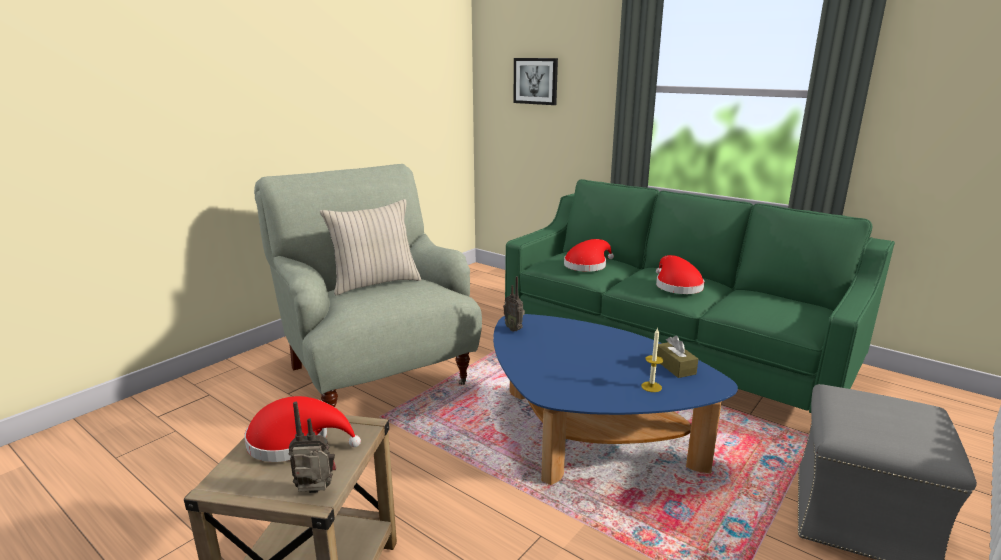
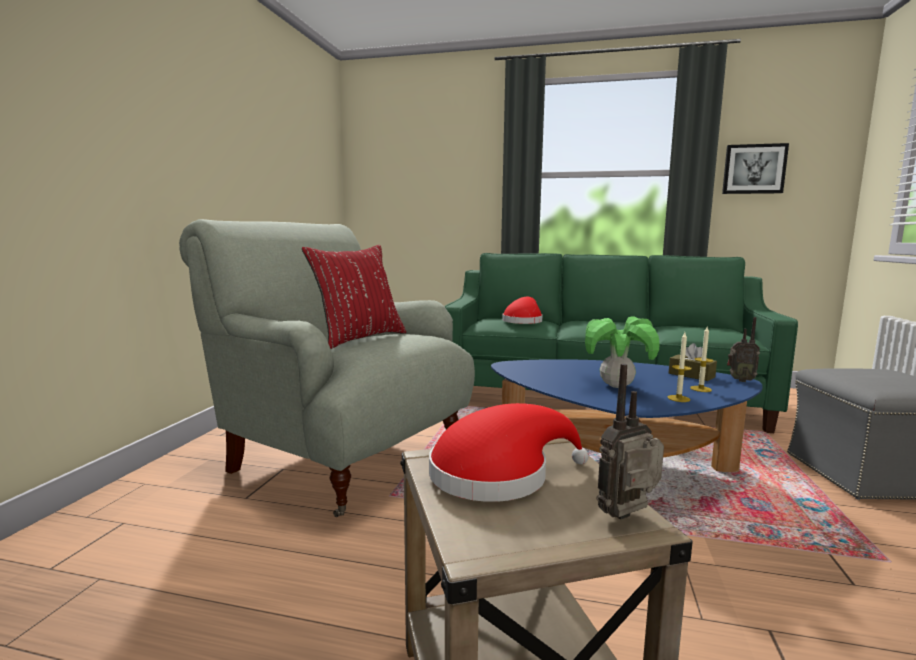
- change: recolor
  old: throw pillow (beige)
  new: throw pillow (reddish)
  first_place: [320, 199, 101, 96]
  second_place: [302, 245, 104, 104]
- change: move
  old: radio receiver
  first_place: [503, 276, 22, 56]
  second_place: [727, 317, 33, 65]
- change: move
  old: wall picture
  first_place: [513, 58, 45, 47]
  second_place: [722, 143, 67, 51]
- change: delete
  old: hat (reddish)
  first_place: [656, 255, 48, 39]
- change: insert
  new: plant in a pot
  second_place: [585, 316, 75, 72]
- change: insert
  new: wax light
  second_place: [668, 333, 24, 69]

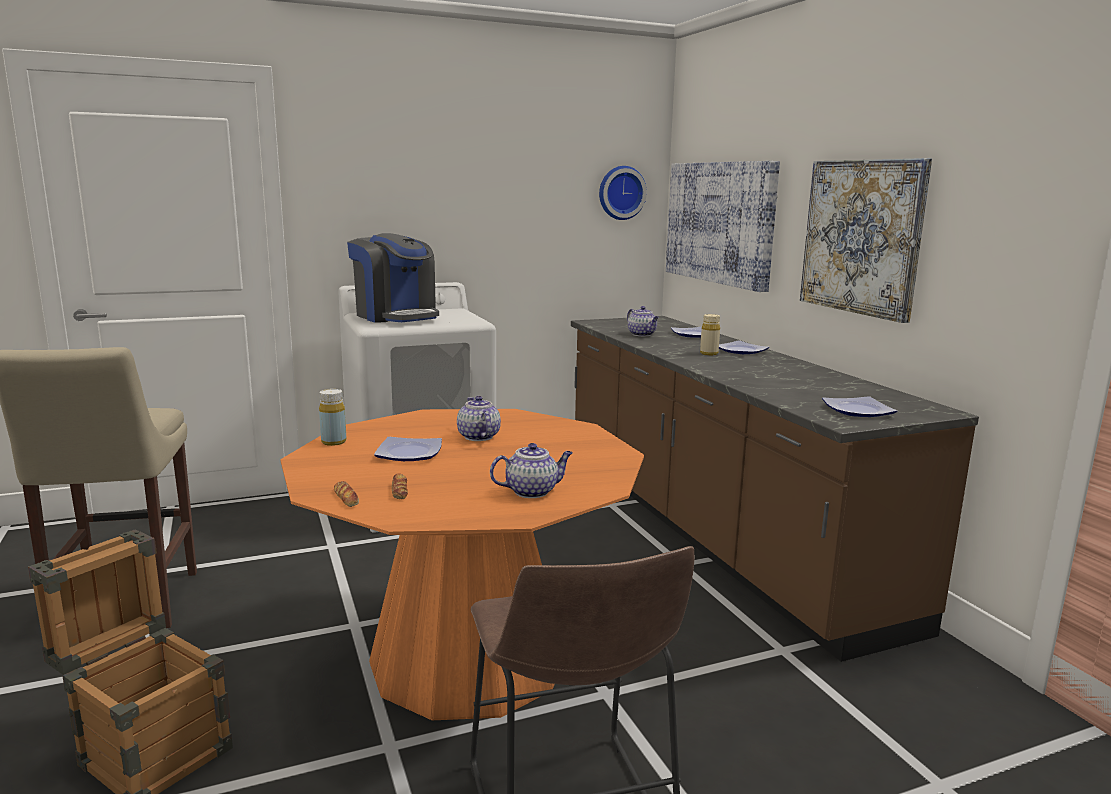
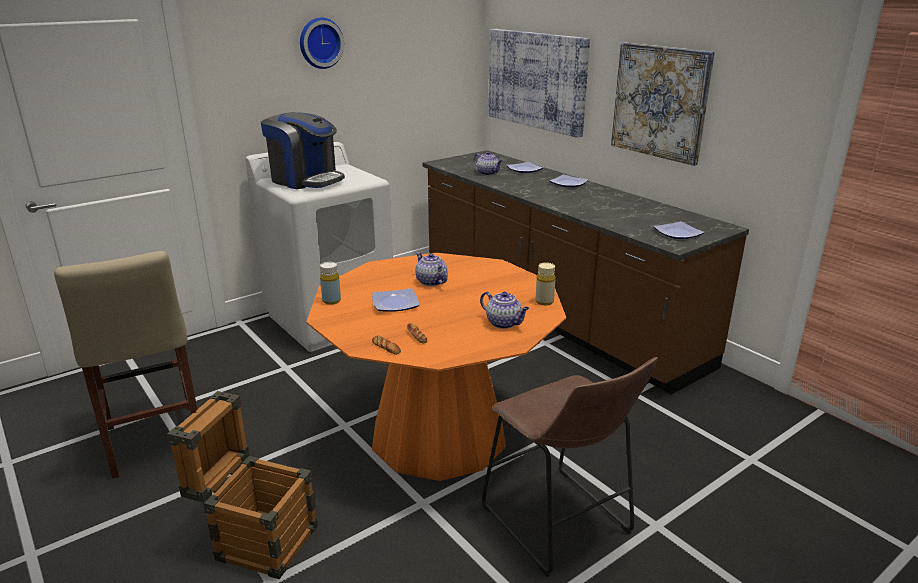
- change: rotate
  old: teapot
  first_place: [490, 443, 83, 55]
  second_place: [480, 292, 49, 37]
  degrees: 75
- change: move
  old: wall clock
  first_place: [599, 166, 48, 54]
  second_place: [300, 18, 44, 51]
- change: move
  old: drink bottle (beige)
  first_place: [700, 314, 20, 41]
  second_place: [535, 263, 20, 42]

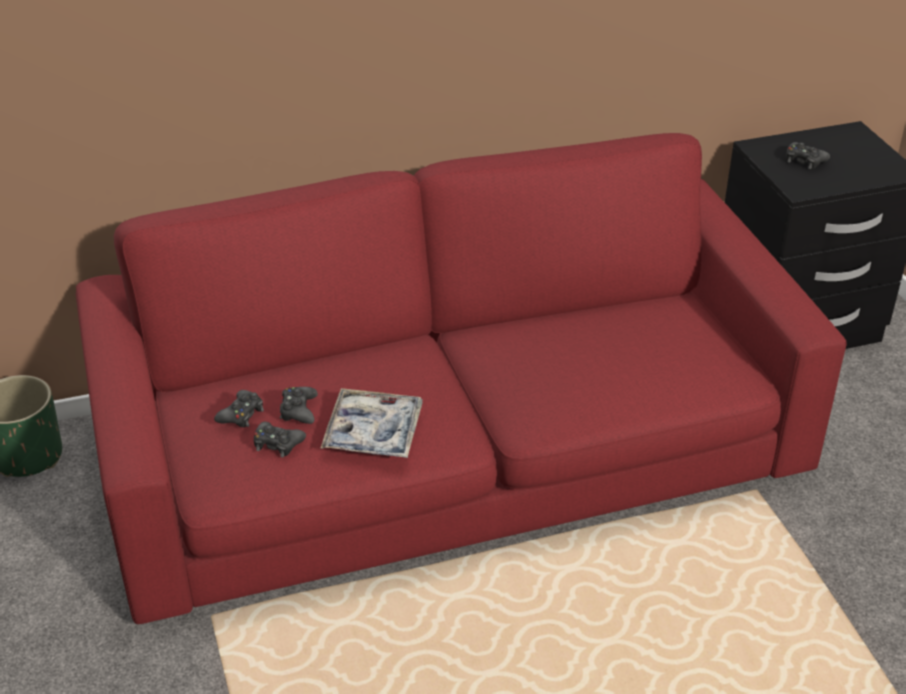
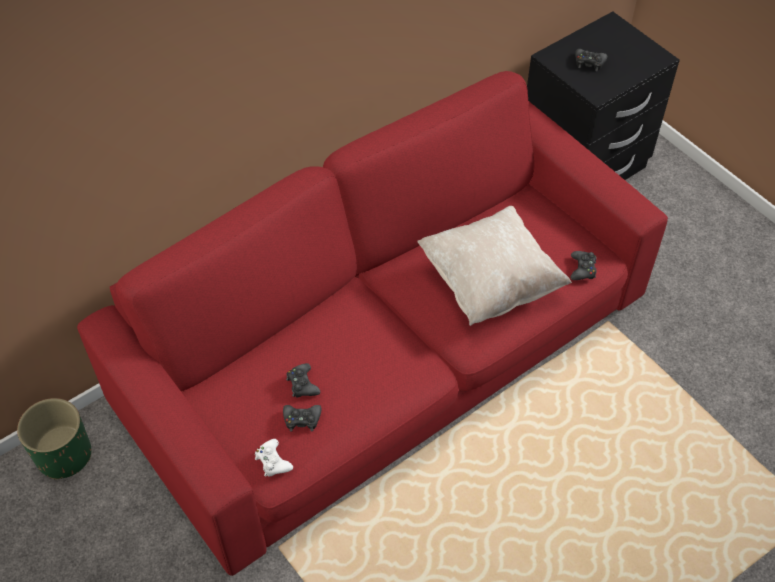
- change: move
  old: game controller (blackish)
  first_place: [214, 390, 50, 37]
  second_place: [571, 251, 25, 29]
- change: delete
  old: tray
  first_place: [321, 388, 102, 70]
- change: insert
  new: game controller (white)
  second_place: [255, 439, 38, 38]
- change: insert
  new: throw pillow (beige)
  second_place: [417, 206, 155, 120]

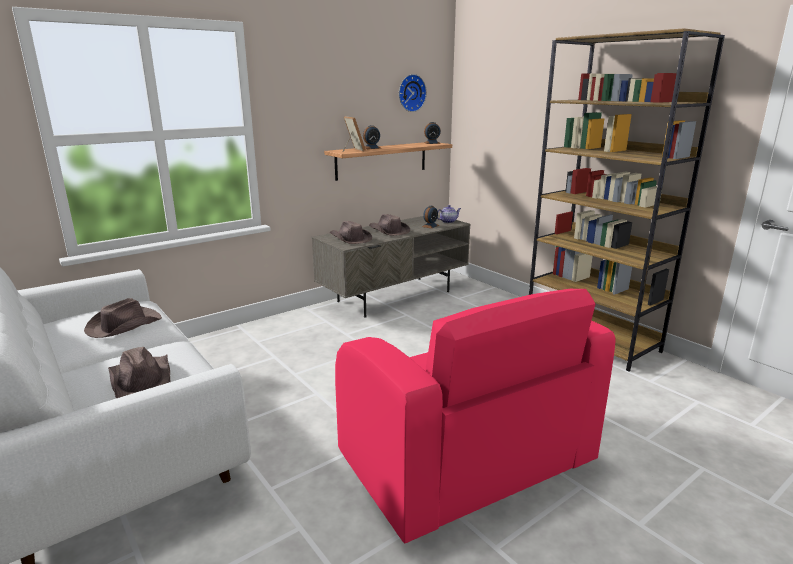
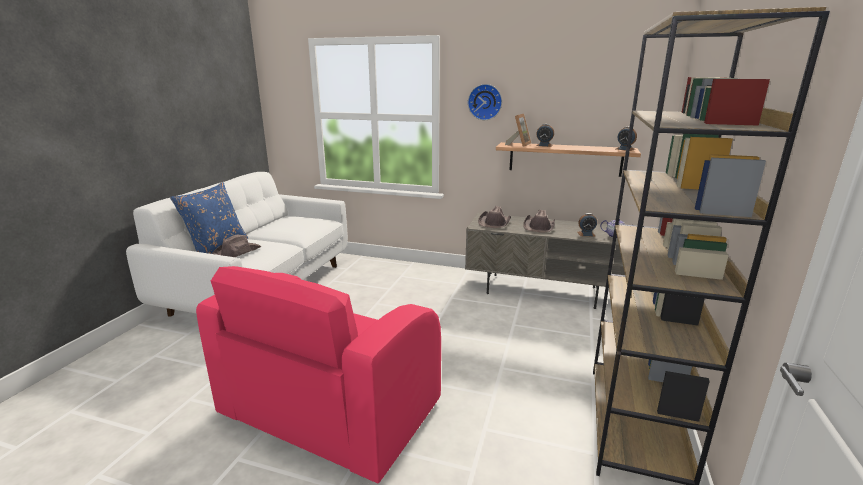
- change: delete
  old: hat (brown)
  first_place: [84, 298, 78, 40]
- change: move
  old: wall clock
  first_place: [399, 74, 28, 38]
  second_place: [468, 84, 34, 36]
- change: insert
  new: throw pillow (blue-coloured)
  second_place: [170, 182, 78, 72]

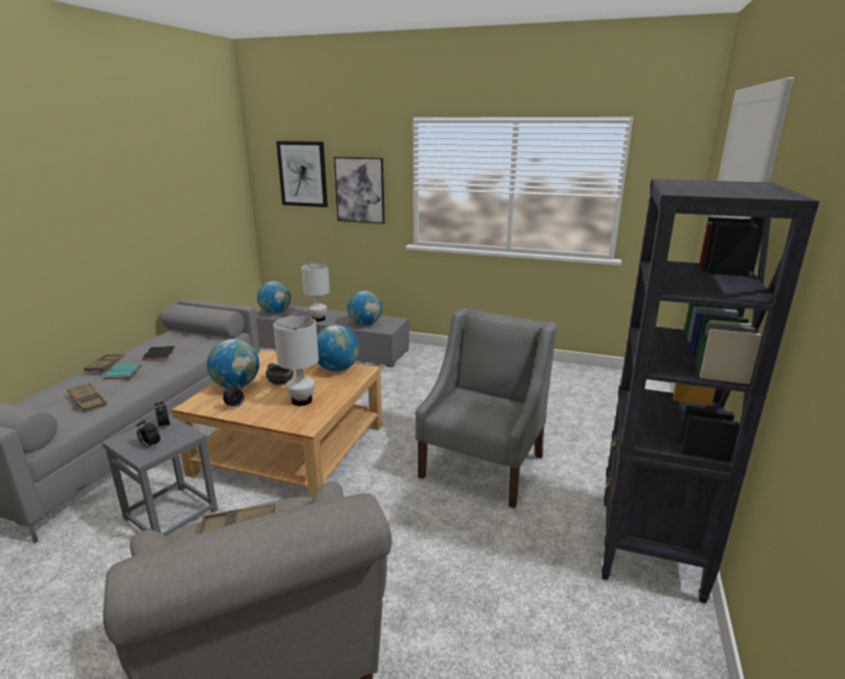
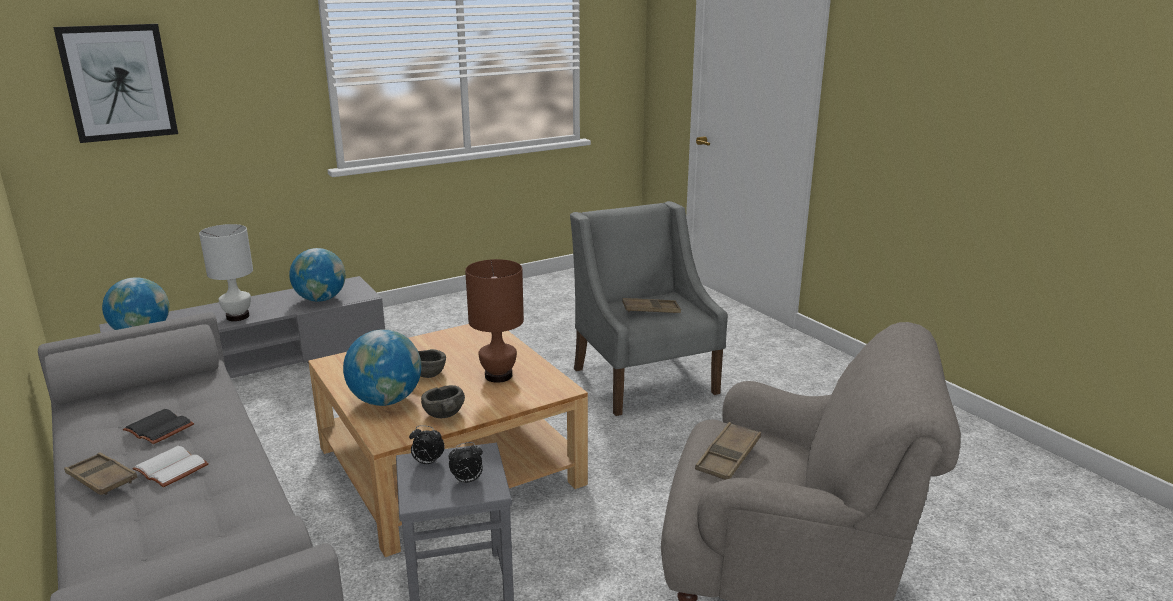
- change: move
  old: tray (brown)
  first_place: [67, 383, 40, 29]
  second_place: [622, 298, 59, 15]
- change: recolor
  old: book (blue-green)
  new: book (white)
  first_place: [103, 364, 40, 15]
  second_place: [132, 446, 77, 41]
- change: replace
  old: alarm clock
  new: deep dish (grey)
  first_place: [223, 383, 21, 26]
  second_place: [421, 385, 44, 33]
- change: recolor
  old: lamp for a table (white)
  new: lamp for a table (brown)
  first_place: [273, 316, 46, 90]
  second_place: [465, 259, 59, 124]
- change: delete
  old: world globe
  first_place: [317, 325, 43, 47]
- change: delete
  old: wall picture
  first_place: [334, 157, 51, 67]
- change: delete
  old: bookcase (blackish)
  first_place: [602, 179, 217, 425]

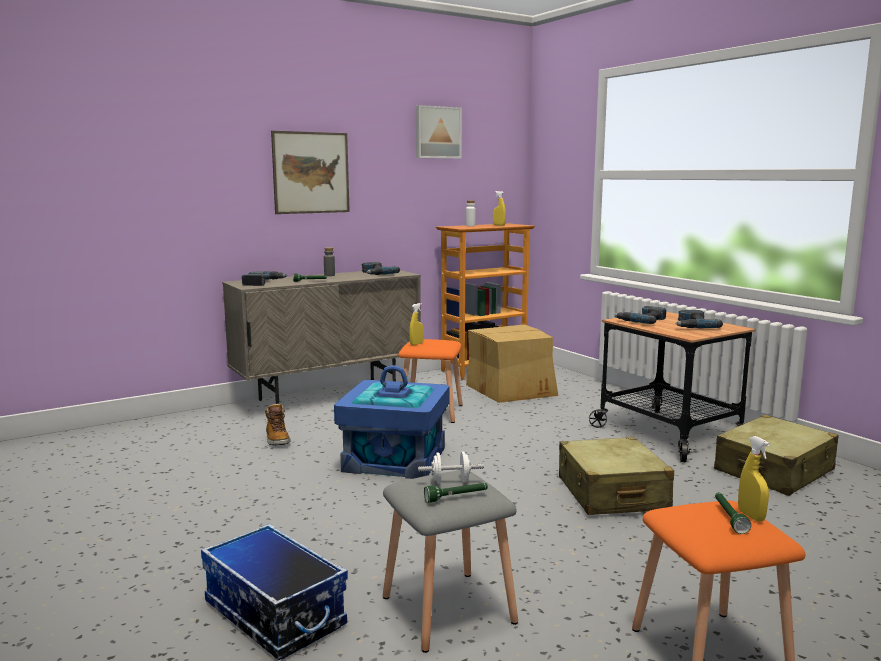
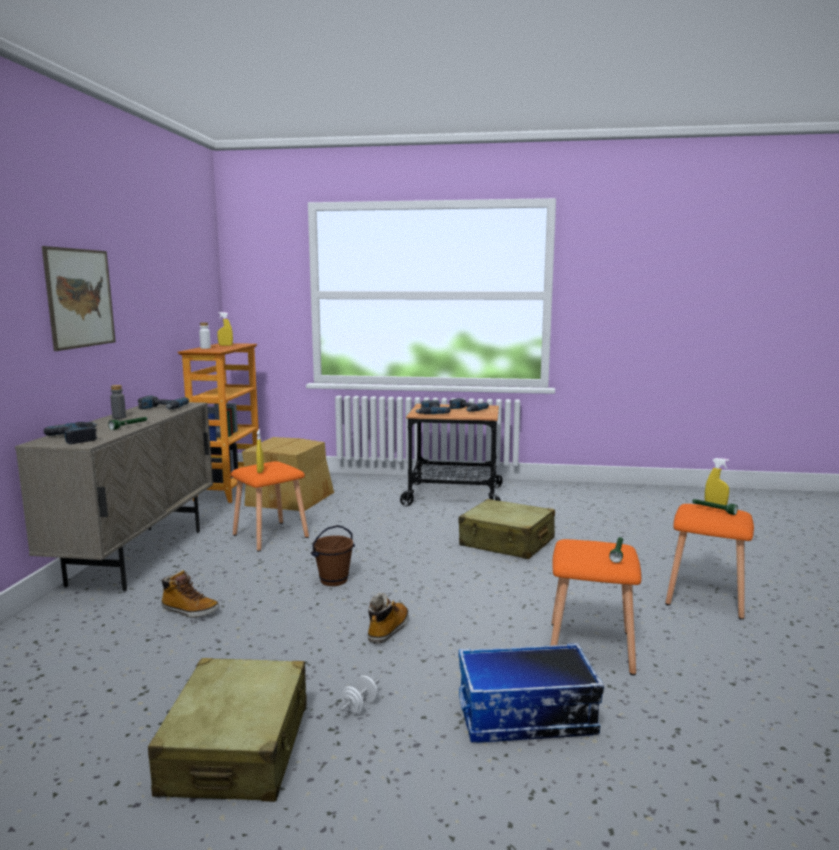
- change: replace
  old: storage container (blue-coloured)
  new: water bucket (brown)
  first_place: [334, 365, 116, 114]
  second_place: [311, 525, 44, 61]
- change: recolor
  old: stool seat (grey)
  new: stool seat (orange-coloured)
  first_place: [383, 470, 135, 183]
  second_place: [550, 539, 91, 136]
- change: delete
  old: wall picture
  first_place: [416, 105, 46, 54]
- change: move
  old: free weight (white)
  first_place: [418, 451, 66, 32]
  second_place: [339, 675, 40, 39]
- change: move
  old: suitcase (beige)
  first_place: [714, 415, 125, 81]
  second_place: [148, 658, 159, 144]
- change: insert
  new: tall boot
  second_place: [368, 593, 41, 51]

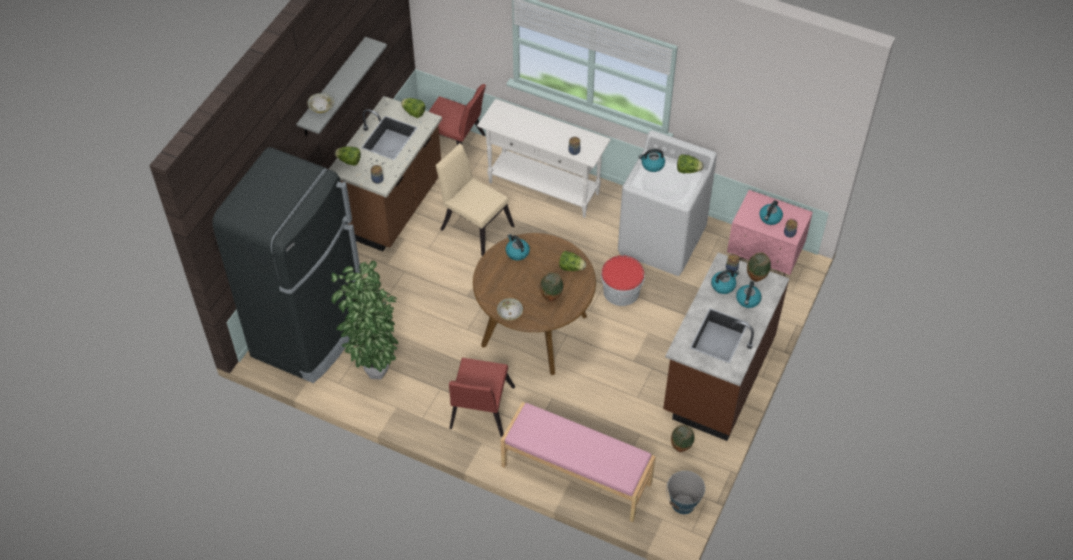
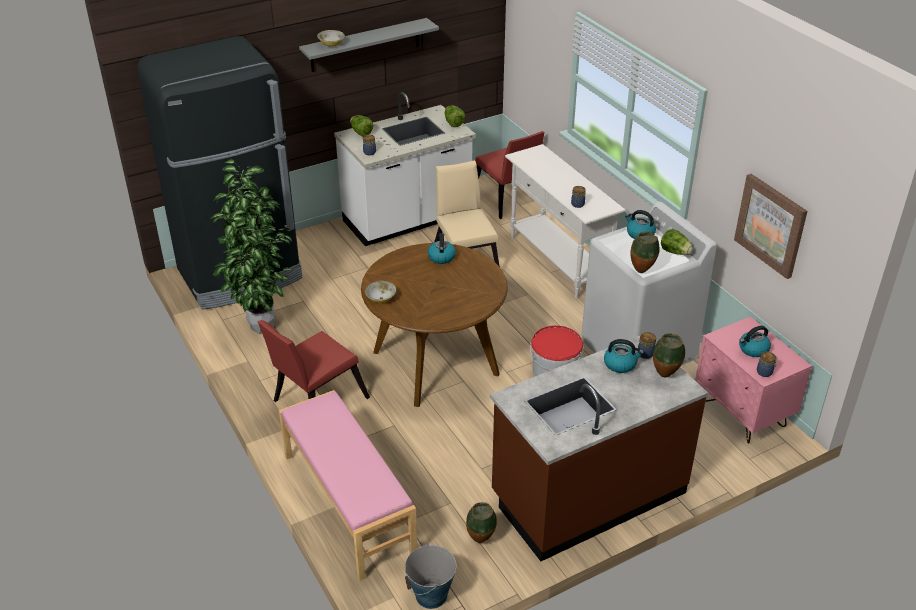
- change: recolor
  old: kitchen base unit (brown)
  new: kitchen base unit (white)
  first_place: [328, 96, 114, 155]
  second_place: [334, 92, 142, 154]
- change: move
  old: flower vase
  first_place: [540, 272, 23, 30]
  second_place: [630, 231, 30, 42]
- change: delete
  old: head of lettuce
  first_place: [559, 251, 27, 20]
- change: delete
  old: water kettle
  first_place: [736, 281, 26, 27]
- change: insert
  new: wall picture
  second_place: [734, 174, 73, 105]

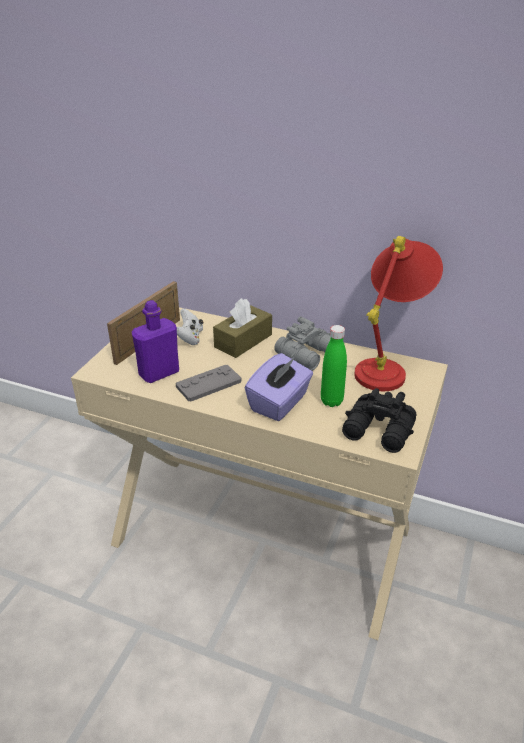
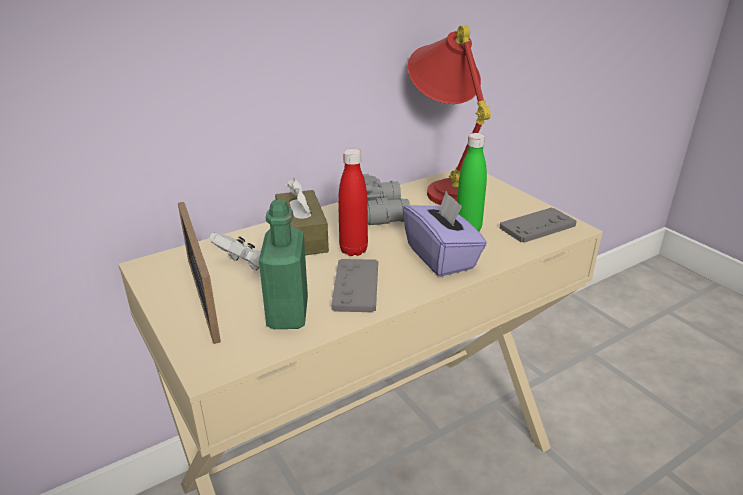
- change: recolor
  old: drink bottle (purplish)
  new: drink bottle (green-coloured)
  first_place: [132, 300, 47, 83]
  second_place: [259, 200, 49, 129]
- change: replace
  old: binoculars (blackish)
  new: game controller (grey)
  first_place: [342, 388, 74, 65]
  second_place: [500, 208, 76, 35]
- change: insert
  new: drink bottle (reddish)
  second_place: [338, 149, 30, 107]

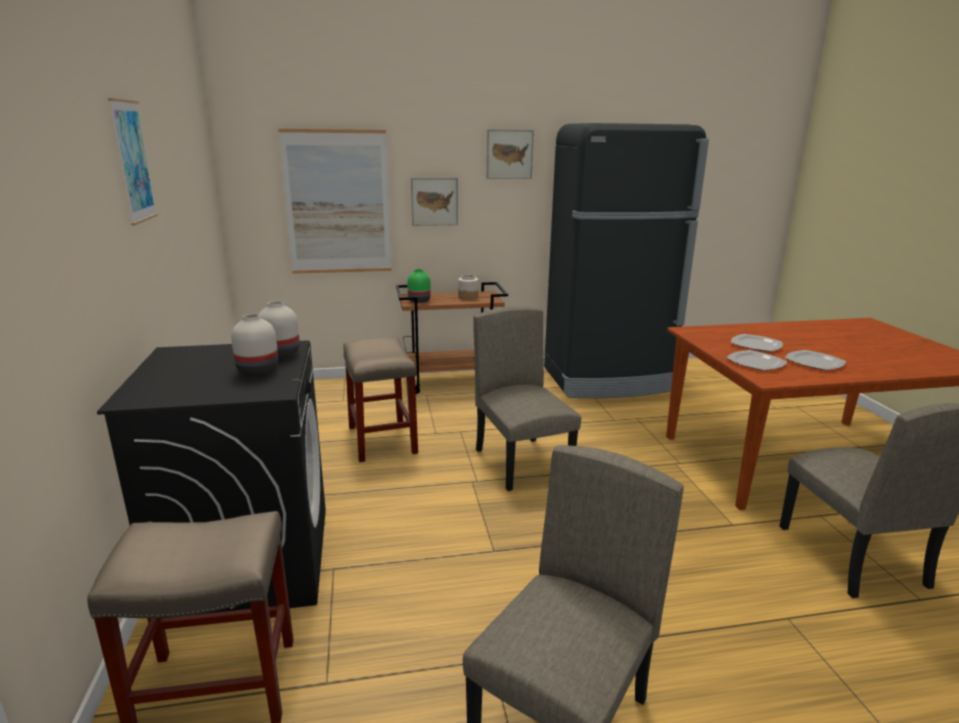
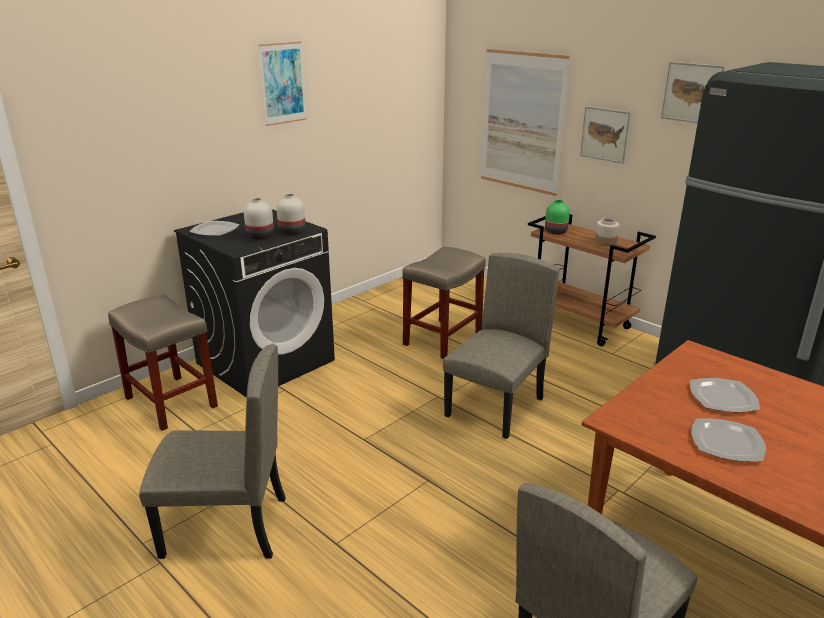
- change: move
  old: flat dish
  first_place: [726, 350, 61, 21]
  second_place: [189, 221, 50, 15]

